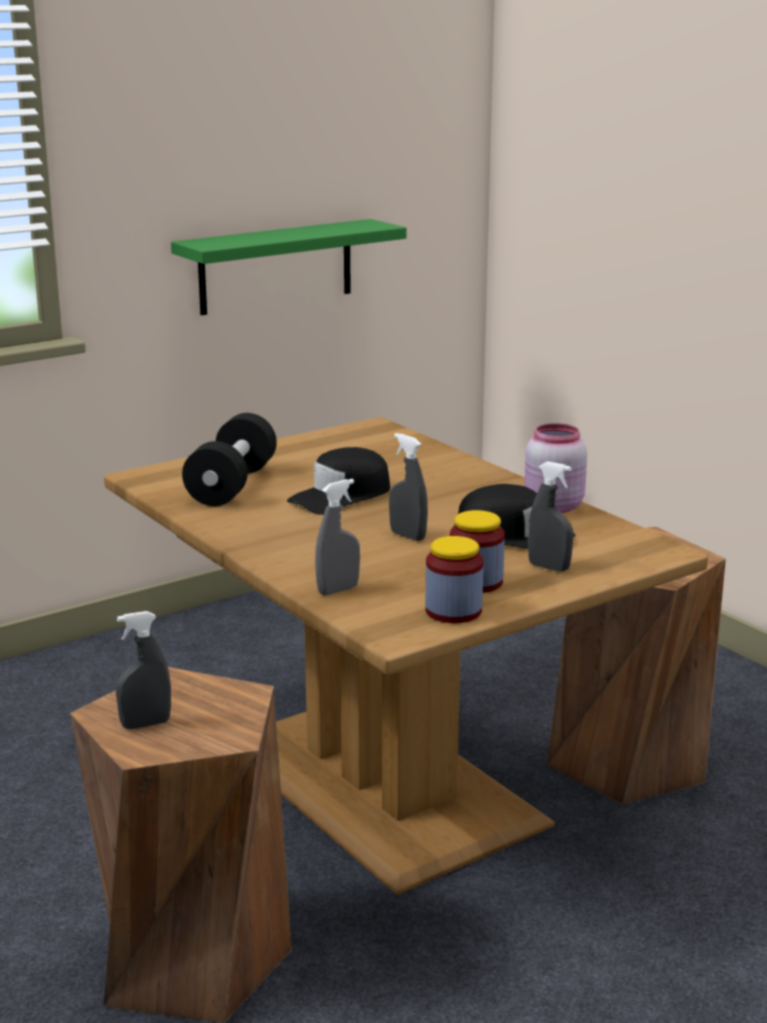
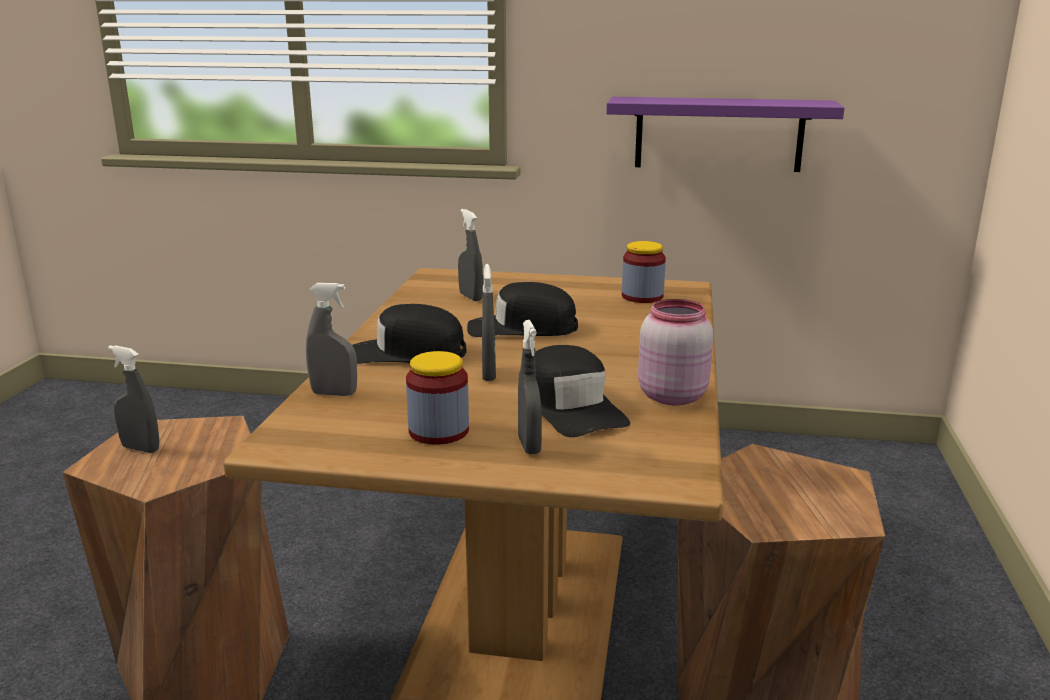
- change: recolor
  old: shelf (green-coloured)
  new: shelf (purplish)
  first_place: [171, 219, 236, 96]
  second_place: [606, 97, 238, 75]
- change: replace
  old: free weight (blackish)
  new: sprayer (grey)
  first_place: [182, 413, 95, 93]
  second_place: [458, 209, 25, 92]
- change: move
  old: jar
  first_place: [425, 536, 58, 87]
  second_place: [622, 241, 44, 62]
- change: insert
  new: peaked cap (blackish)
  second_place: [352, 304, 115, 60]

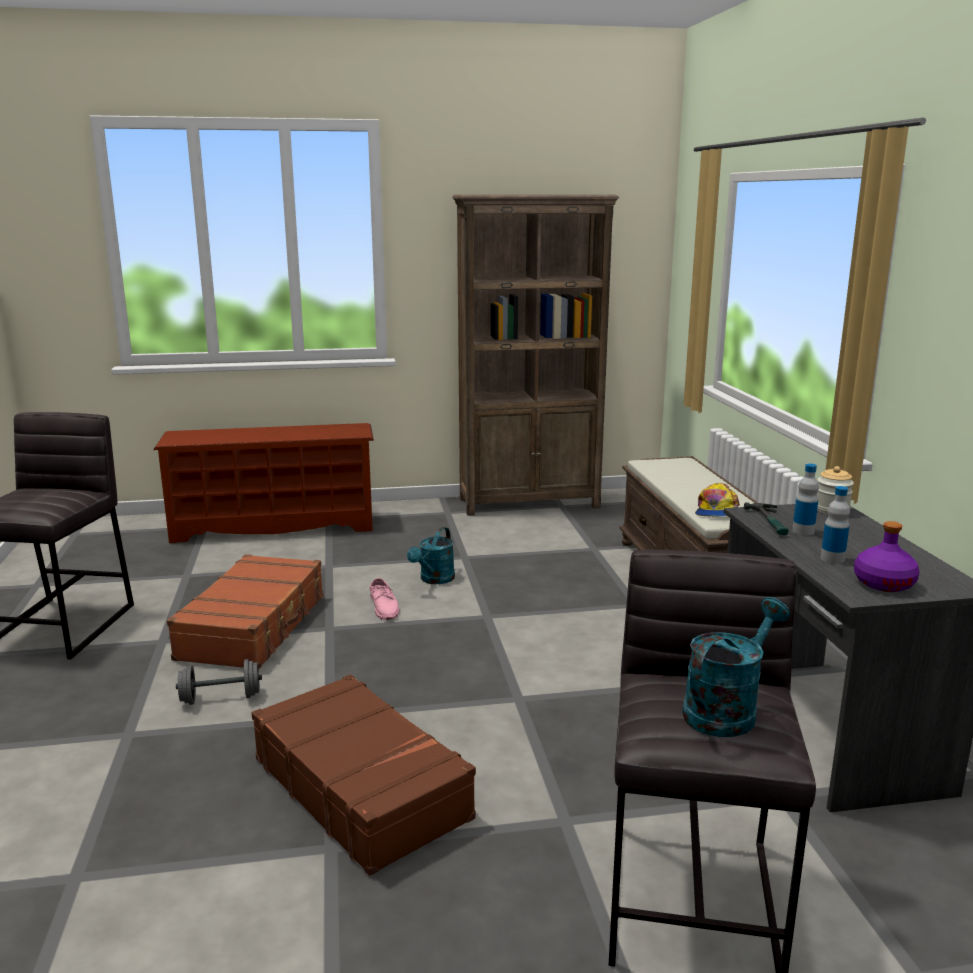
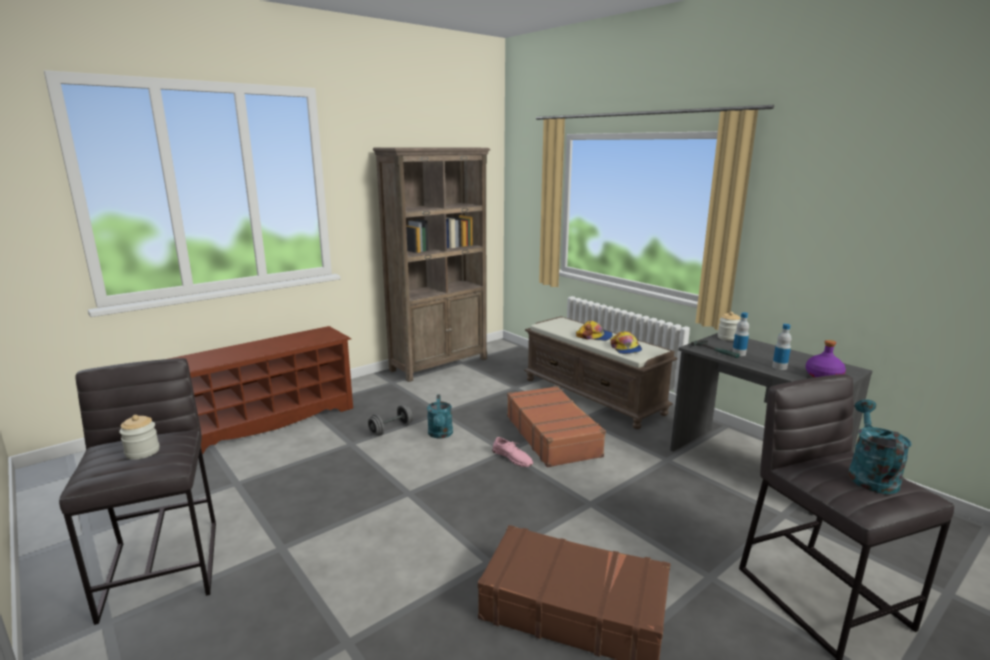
- change: move
  old: suitcase (brown)
  first_place: [167, 554, 157, 115]
  second_place: [507, 386, 99, 82]
- change: move
  old: free weight (grey)
  first_place: [176, 659, 86, 46]
  second_place: [368, 405, 45, 31]
- change: move
  old: low shoe (pink-coloured)
  first_place: [369, 578, 30, 42]
  second_place: [492, 437, 41, 30]
- change: insert
  new: jar
  second_place: [119, 415, 40, 45]
- change: insert
  new: peaked cap
  second_place: [576, 321, 37, 20]

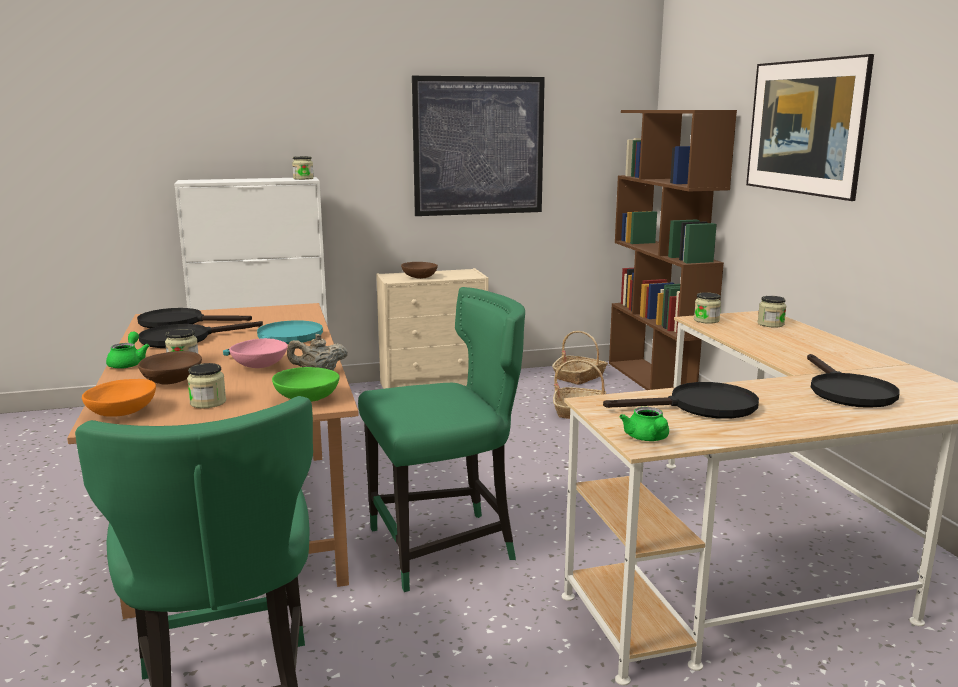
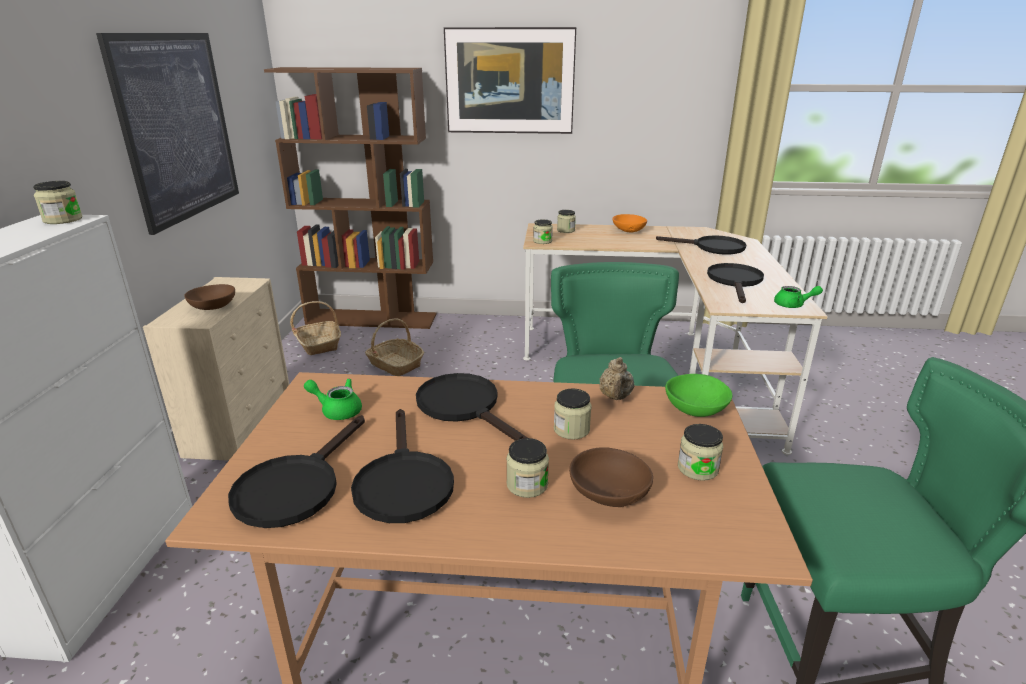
- change: move
  old: deep dish (orange-coloured)
  first_place: [82, 379, 74, 38]
  second_place: [612, 214, 35, 18]
- change: move
  old: teapot (green-coloured)
  first_place: [106, 332, 44, 37]
  second_place: [304, 379, 58, 41]
- change: recolor
  old: pan (blue-green)
  new: pan (blackish)
  first_place: [223, 320, 100, 36]
  second_place: [416, 373, 111, 68]
- change: replace
  old: deep dish (pink-coloured)
  new: jar
  first_place: [229, 338, 59, 30]
  second_place: [554, 388, 38, 52]

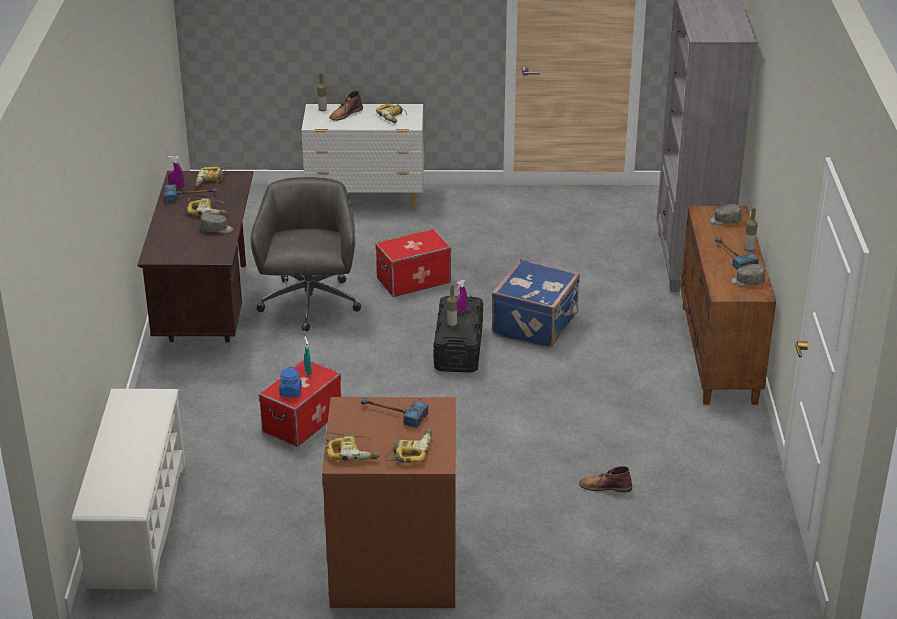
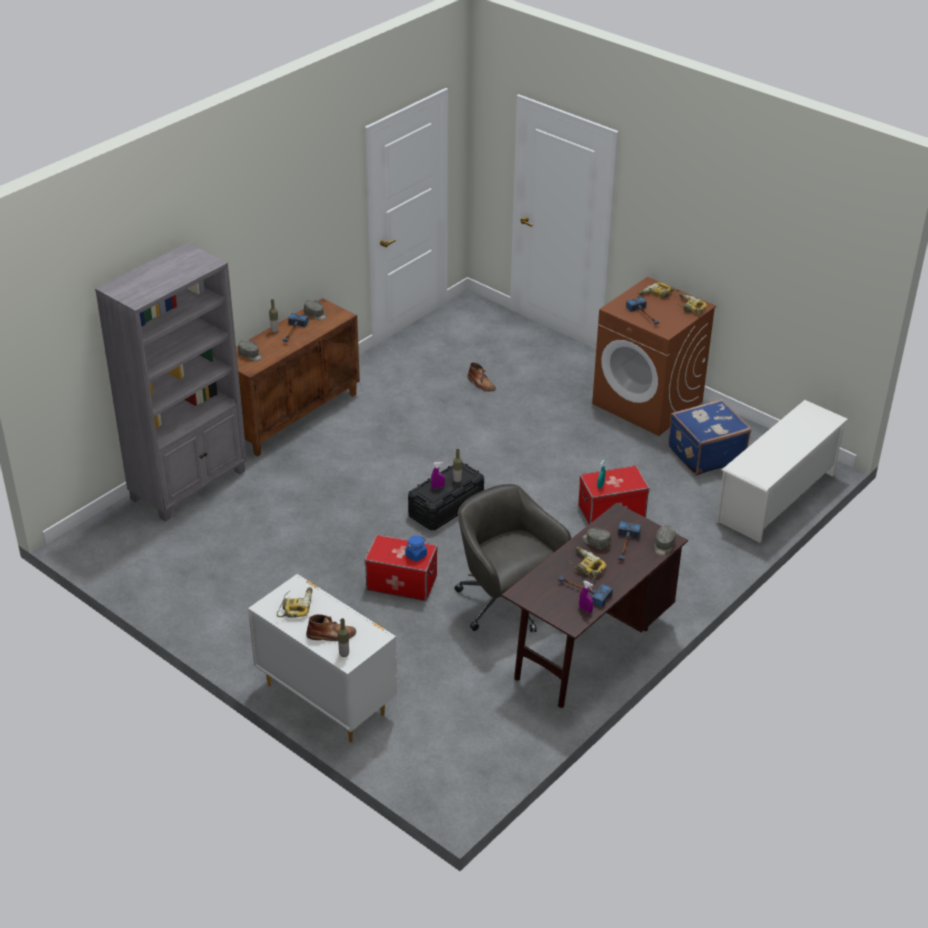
- change: delete
  old: electric drill
  first_place: [195, 166, 34, 22]
- change: rotate
  old: computer chair (grey)
  first_place: [251, 177, 110, 155]
  second_place: [454, 484, 117, 148]
  degrees: 105
- change: move
  old: jar (blue-coloured)
  first_place: [279, 367, 23, 30]
  second_place: [405, 535, 22, 26]
- change: move
  old: suitcase (blue-coloured)
  first_place: [492, 259, 88, 89]
  second_place: [668, 399, 84, 77]
- change: insert
  new: hand hammer
  second_place: [618, 521, 23, 40]
- change: insert
  new: peaked cap (grey)
  second_place: [654, 526, 22, 30]

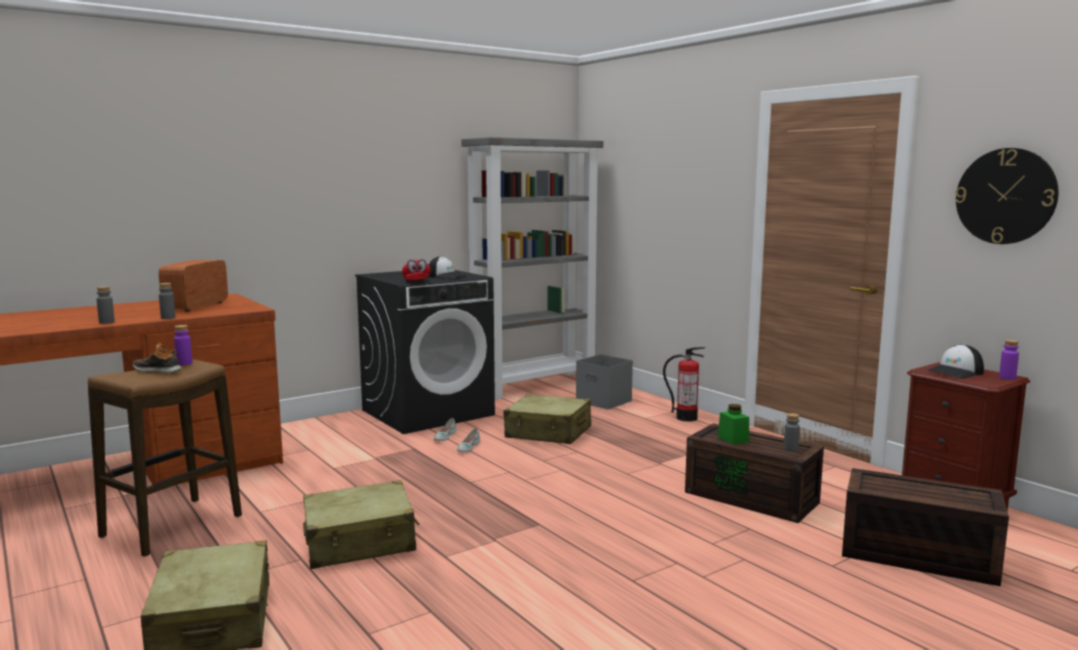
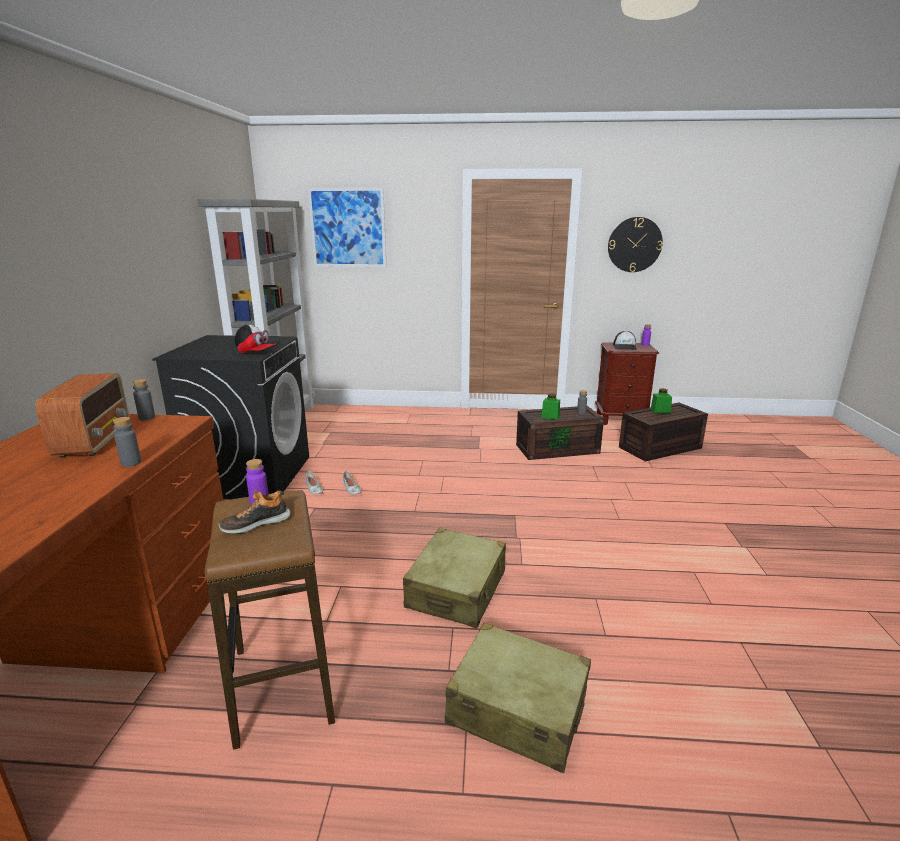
- change: move
  old: drink bottle (grey)
  first_place: [96, 286, 19, 38]
  second_place: [133, 379, 22, 41]
- change: rotate
  old: radio receiver
  first_place: [158, 260, 70, 52]
  second_place: [35, 373, 94, 85]
  degrees: -150
- change: delete
  old: suitcase (beige)
  first_place: [504, 394, 87, 50]
- change: delete
  old: storage container (grey)
  first_place: [576, 354, 57, 56]
- change: delete
  old: extinguisher
  first_place: [663, 347, 42, 75]
- change: insert
  new: wall picture
  second_place: [308, 188, 79, 79]
- change: insert
  new: jar (green-coloured)
  second_place: [651, 388, 21, 25]

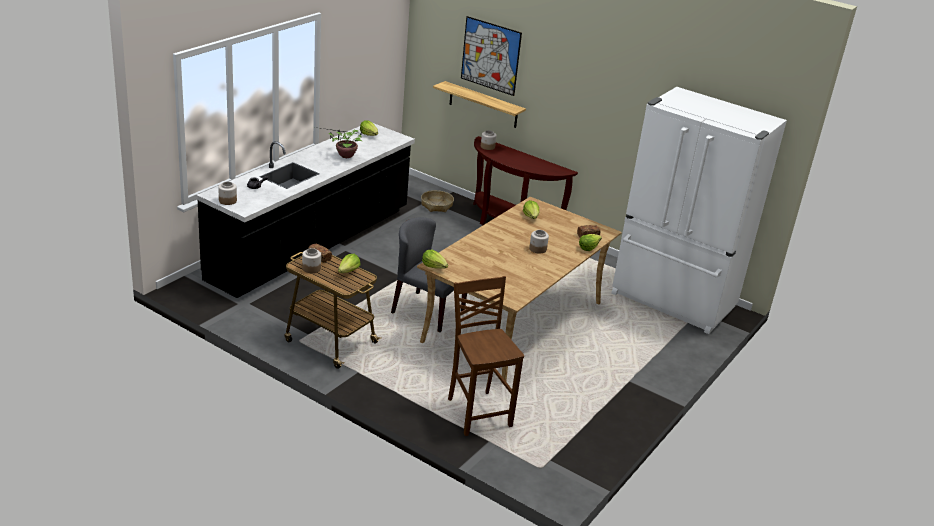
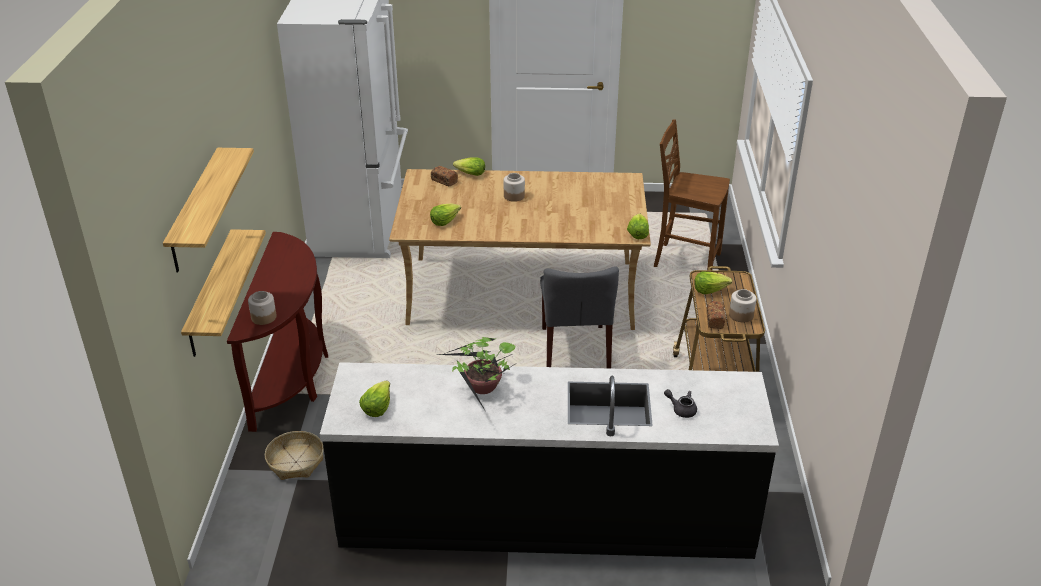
- change: delete
  old: jar
  first_place: [218, 181, 19, 24]
- change: rotate
  old: upright chair (brown)
  first_place: [448, 276, 76, 160]
  second_place: [654, 119, 76, 151]
  degrees: 75
- change: replace
  old: wall picture
  new: shelf
  first_place: [461, 16, 61, 80]
  second_place: [163, 148, 91, 124]

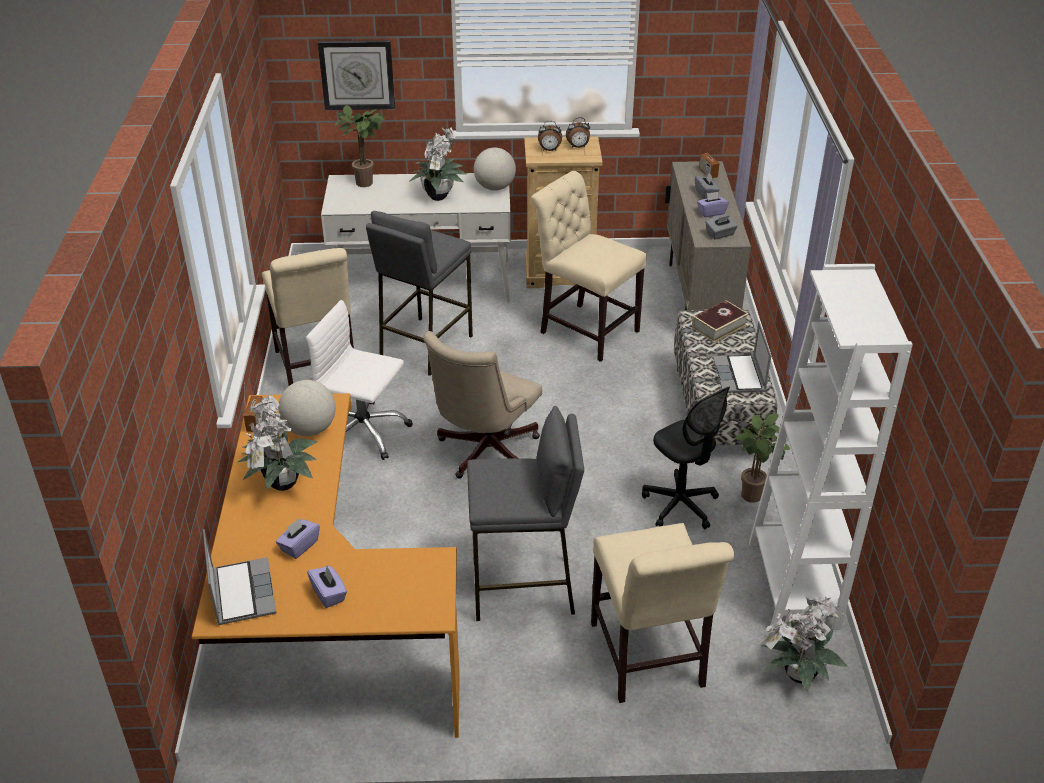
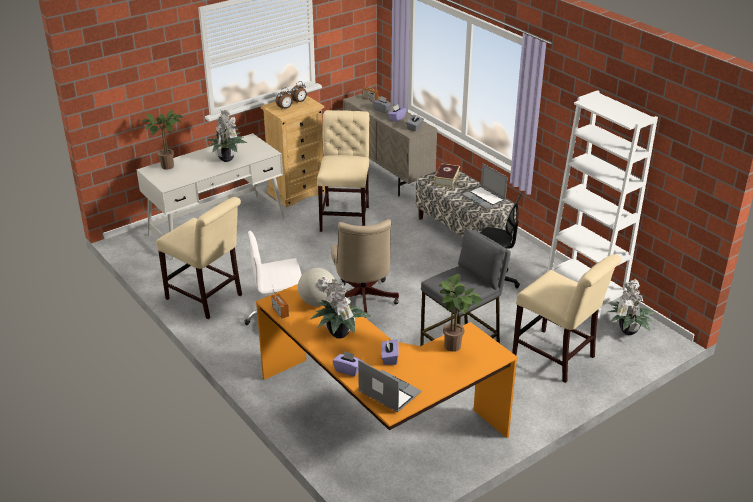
- change: move
  old: tissue box (purplish)
  first_place: [307, 566, 40, 42]
  second_place: [333, 351, 30, 26]
- change: delete
  old: wall clock
  first_place: [318, 40, 77, 70]
- change: delete
  old: stool seat (grey)
  first_place: [366, 211, 107, 165]
- change: delete
  old: world globe
  first_place: [474, 148, 42, 43]
- change: rotate
  old: upright chair (beige)
  first_place: [531, 171, 116, 191]
  second_place: [317, 110, 53, 122]
  degrees: 90
- change: move
  old: plant in a pot
  first_place: [734, 414, 56, 89]
  second_place: [438, 274, 44, 78]

